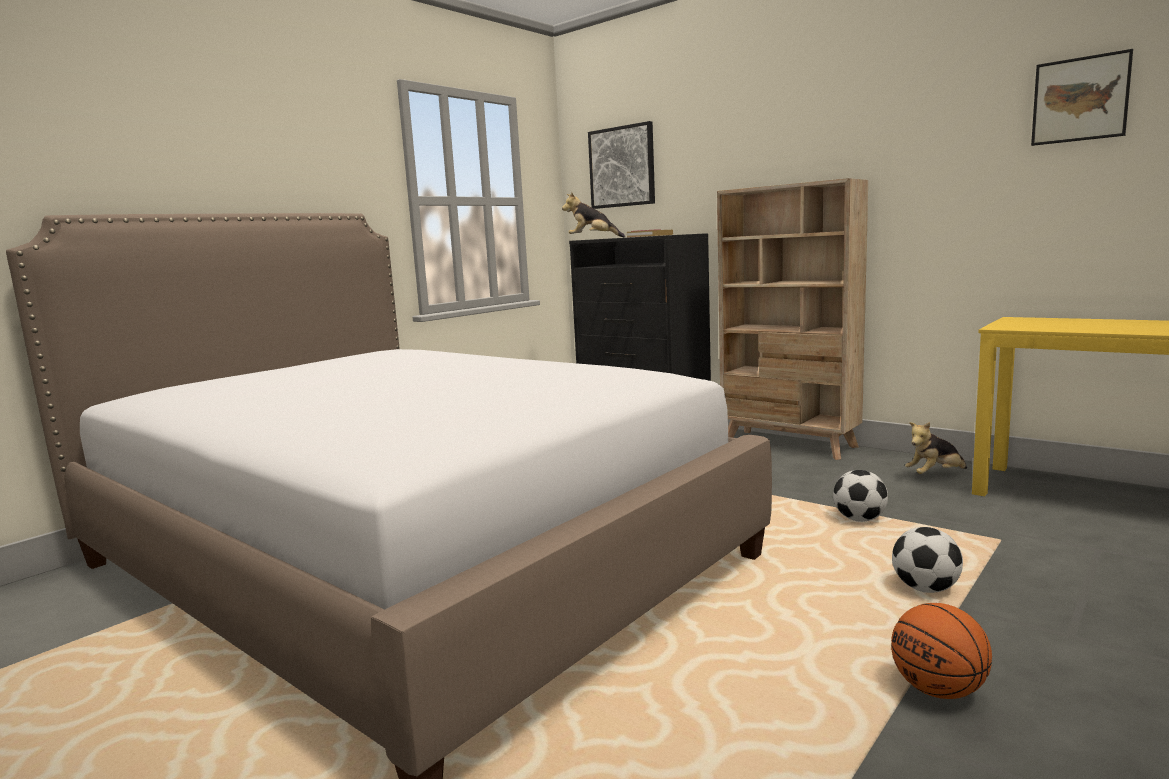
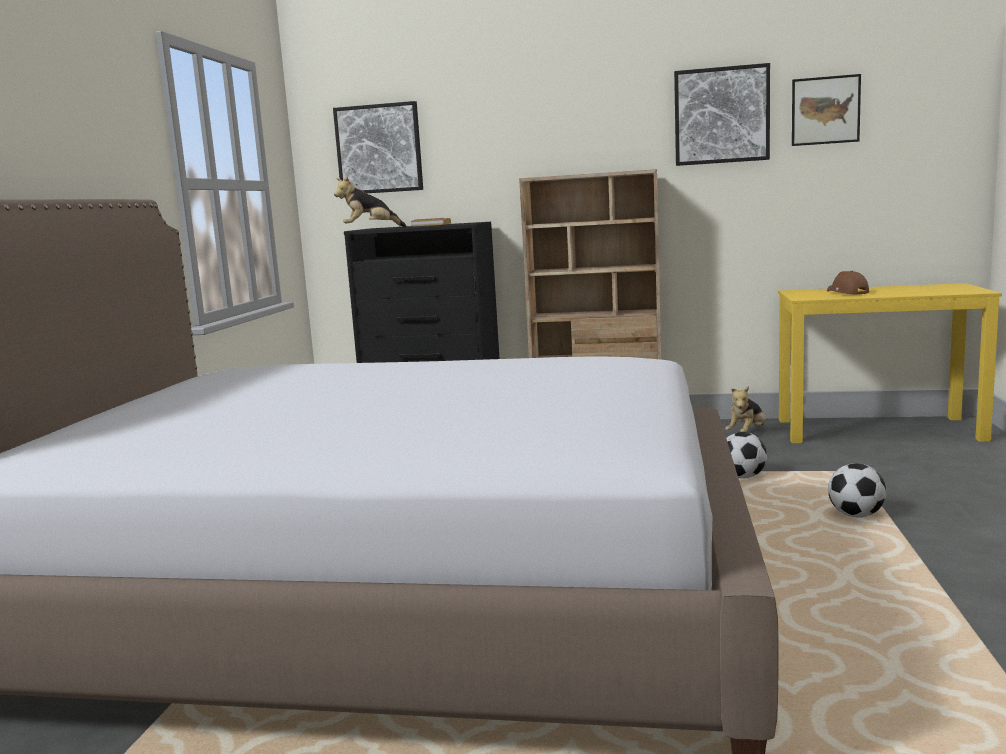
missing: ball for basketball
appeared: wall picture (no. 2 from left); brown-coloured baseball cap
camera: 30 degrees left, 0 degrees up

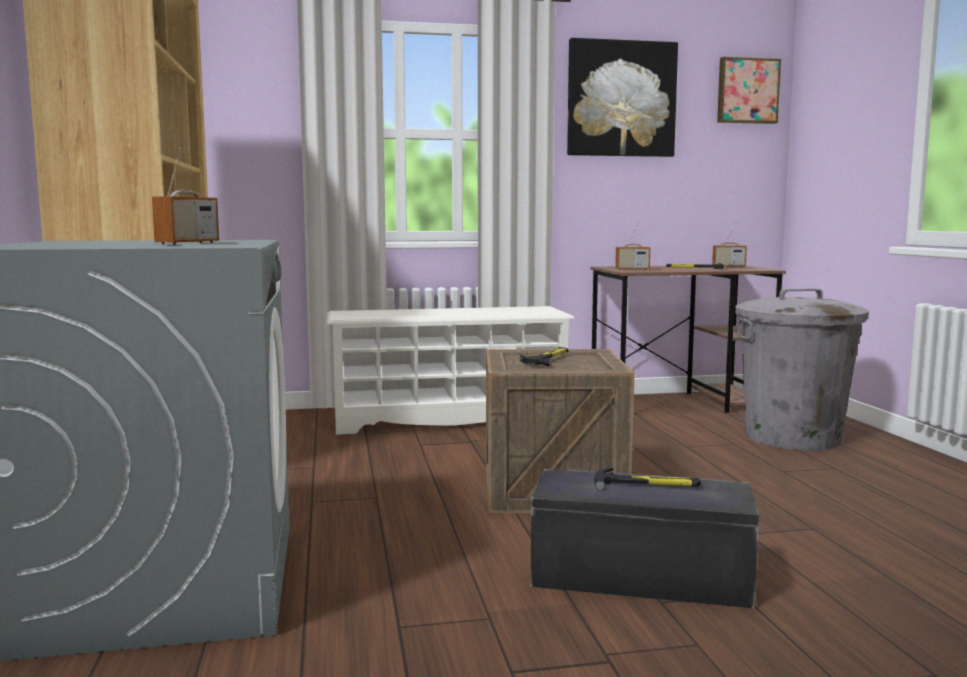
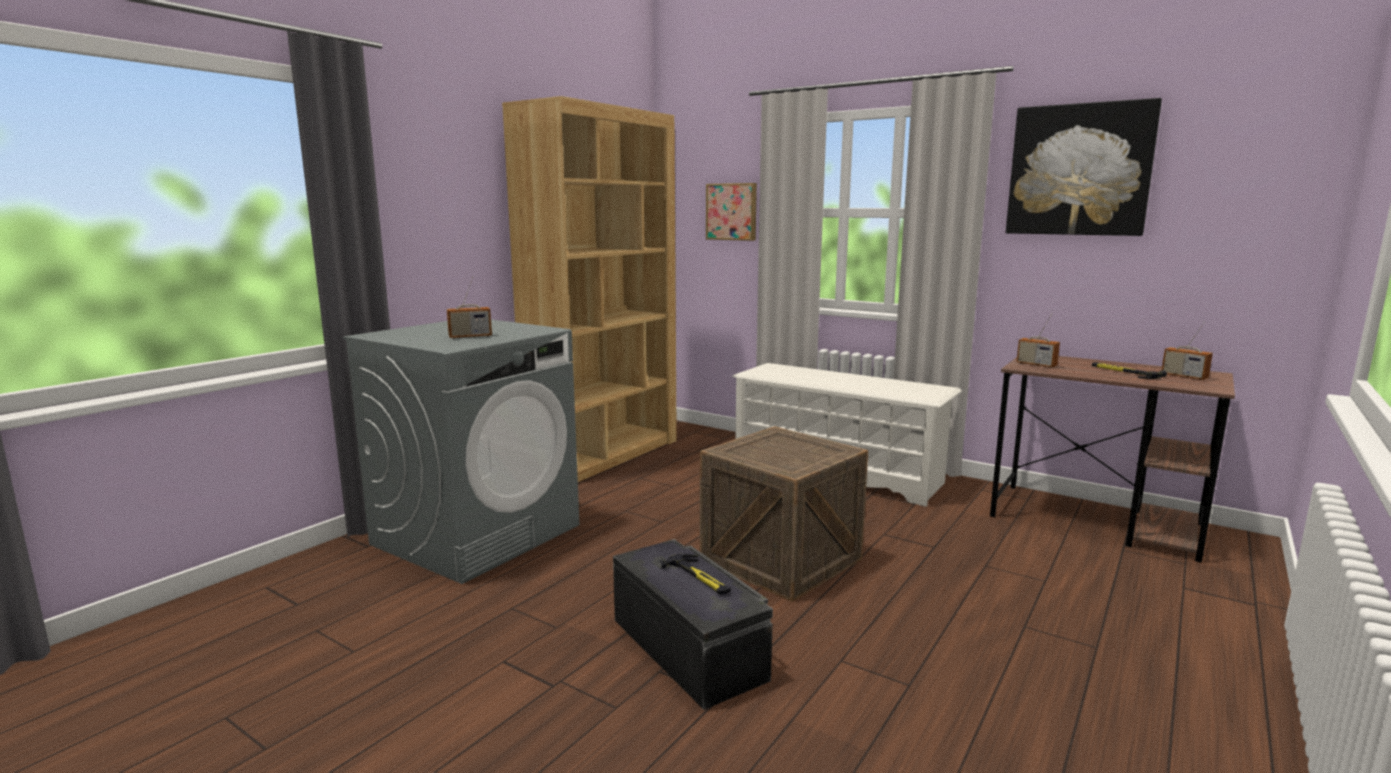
missing: hammer (no. 1 from left); grey waste bin
relocated: wall picture (no. 2 from left in the first image) to wall picture (no. 1 from left)
camera: 45 degrees right, 5 degrees up

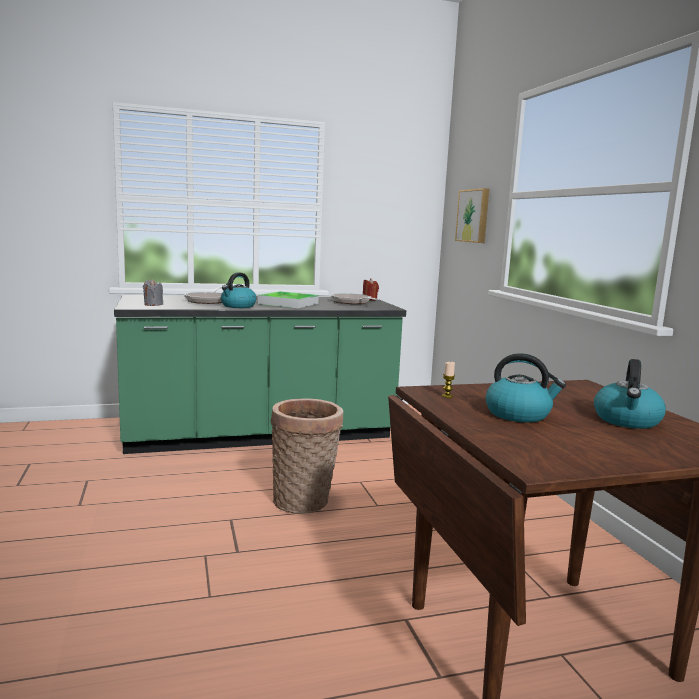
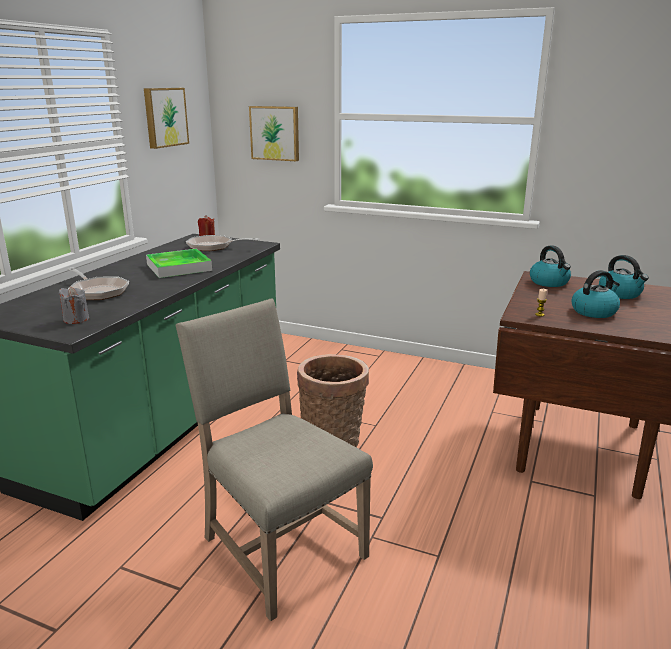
appeared: wall picture (no. 1 from left); beige chair
relocated: kettle (no. 1 from left)
camera: 50 degrees left, 10 degrees up

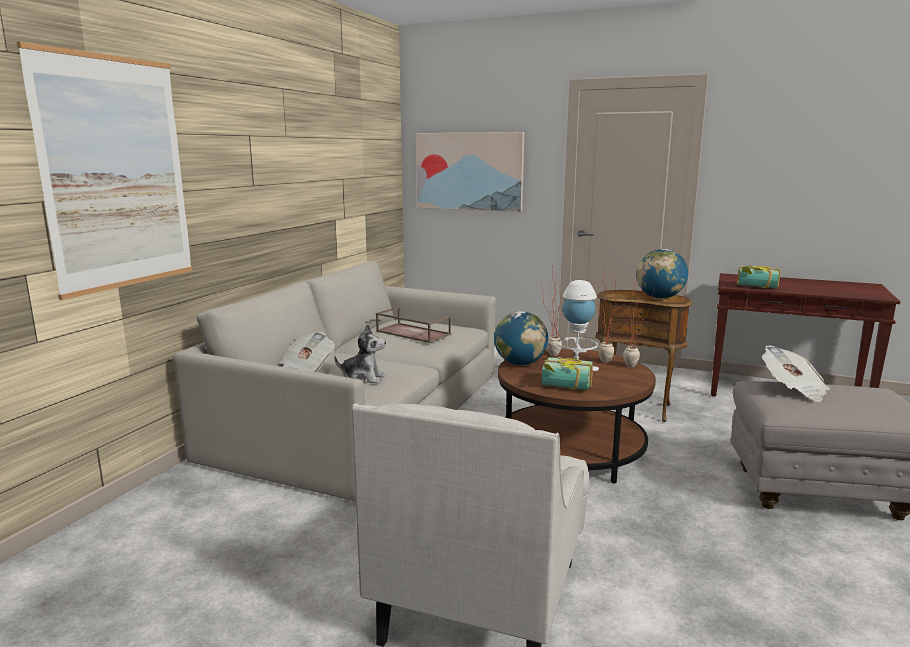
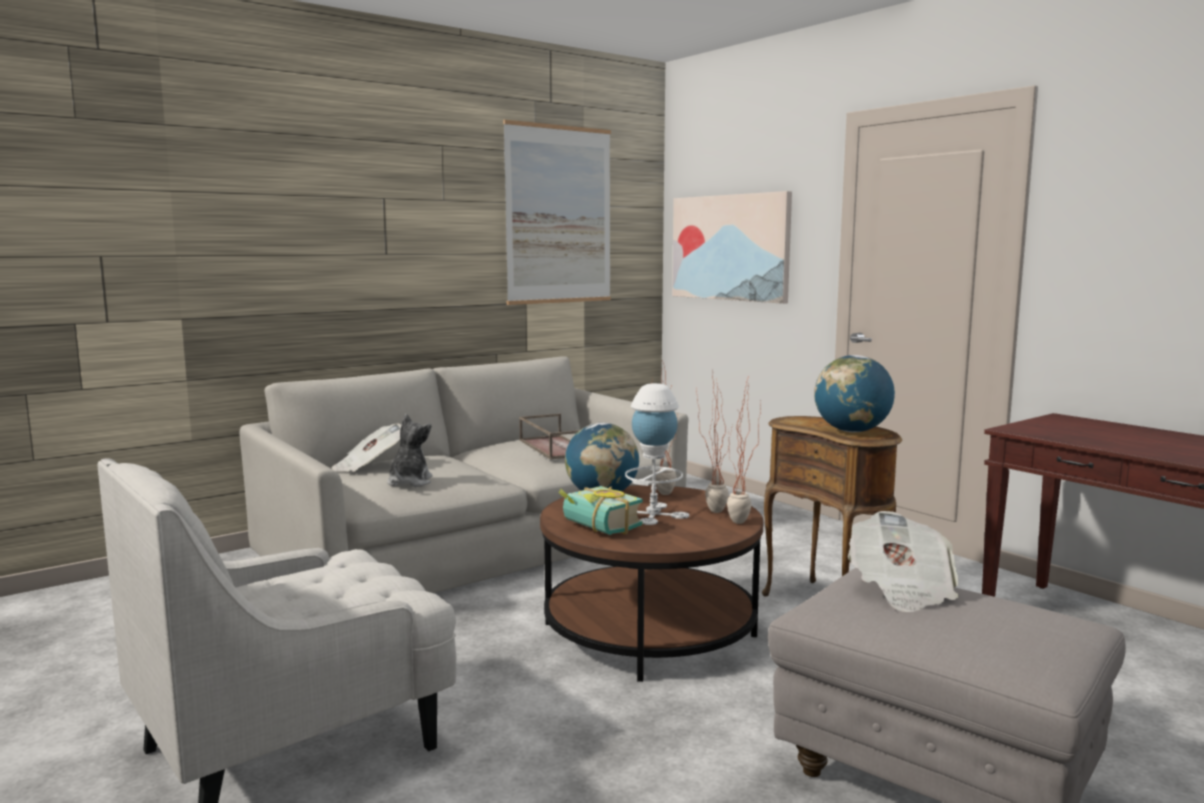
missing: bound book (no. 2 from left)
relocated: wall picture (no. 1 from left)
spun: cuddly toy 120 degrees counterclockwise
camera: 30 degrees right, 5 degrees down

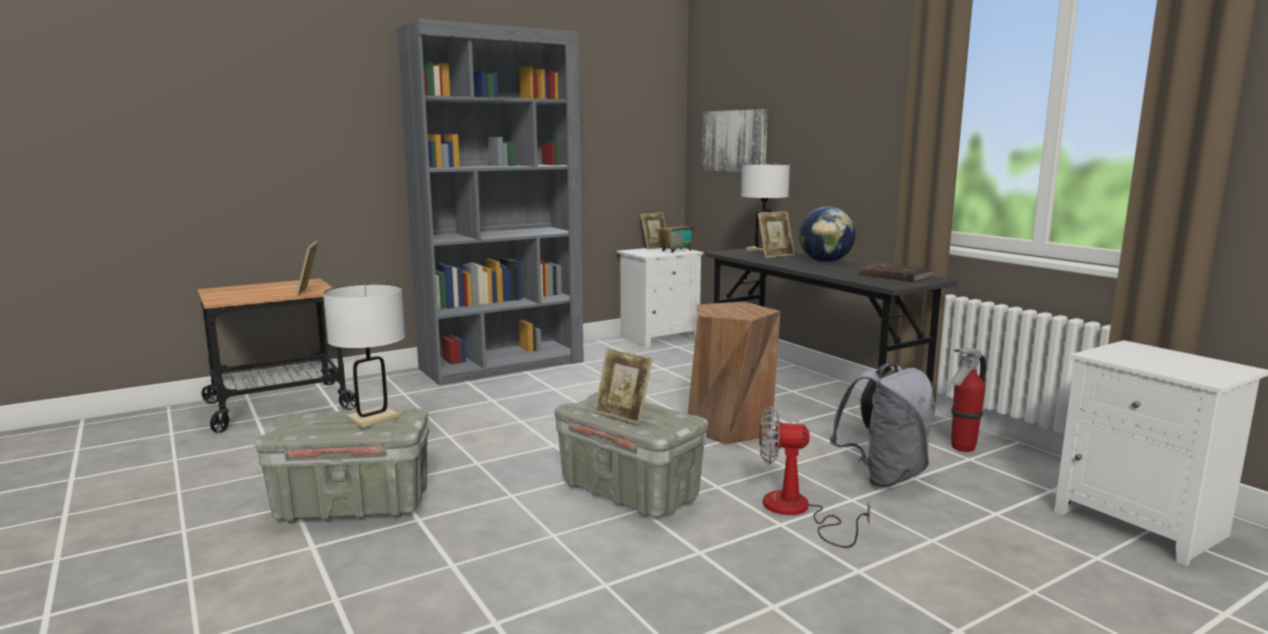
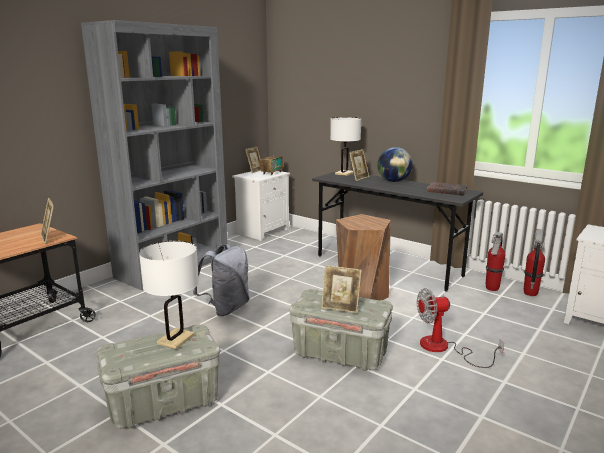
missing: wall picture
appeared: fire extinguisher (no. 2 from left)
relocated: grey rucksack
camera: 20 degrees left, 5 degrees up

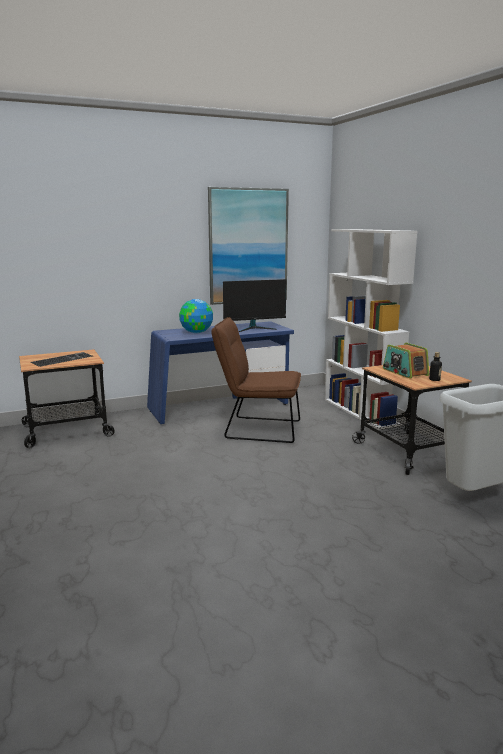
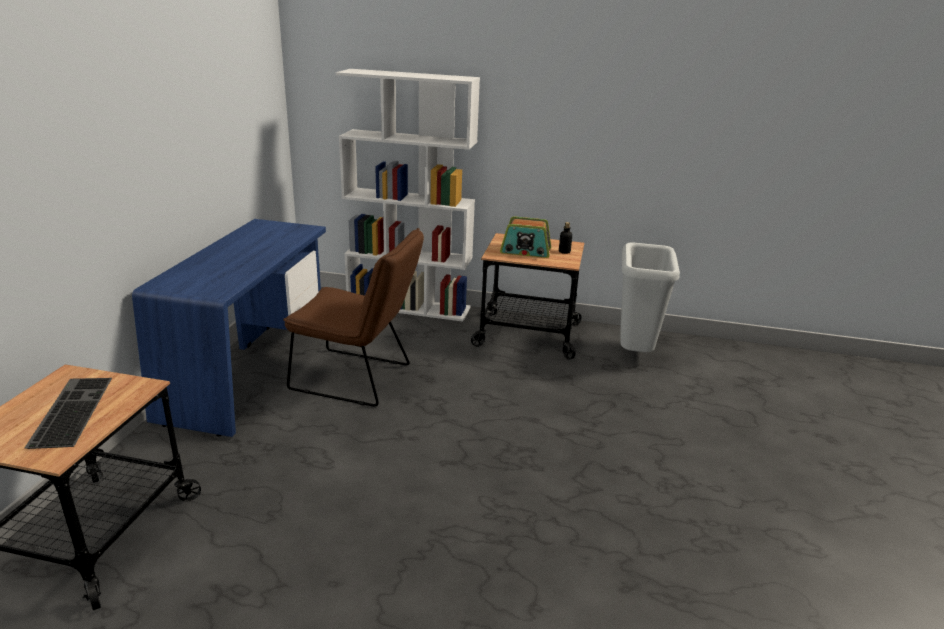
missing: desk globe; wall picture; computer display
spun: brown-coloured chair 120 degrees counterclockwise
camera: 55 degrees left, 10 degrees up

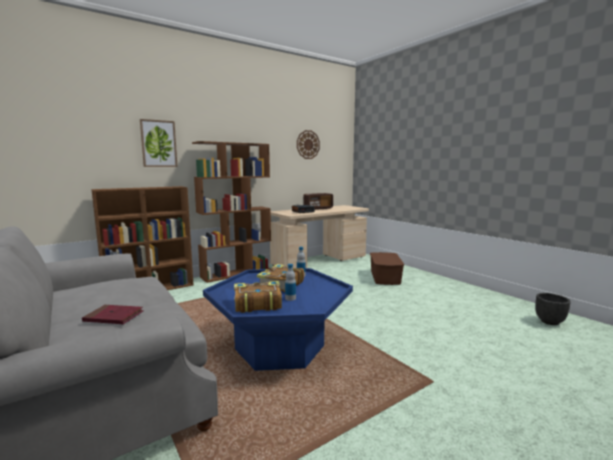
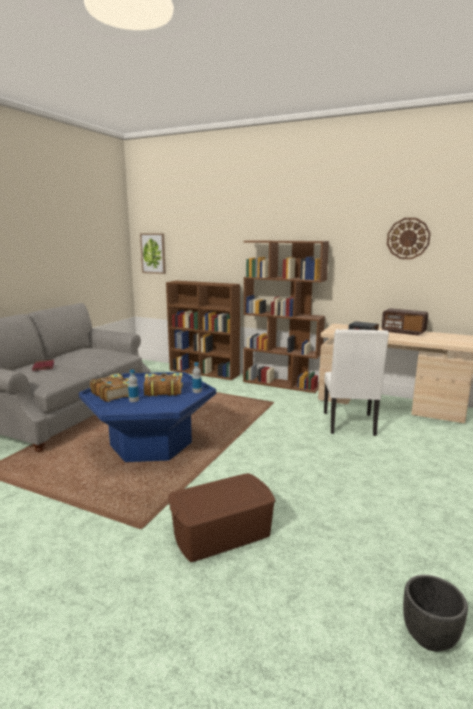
appeared: white-coloured chair
relocated: wall picture; brown-coloured storage box
camera: 60 degrees right, 5 degrees up

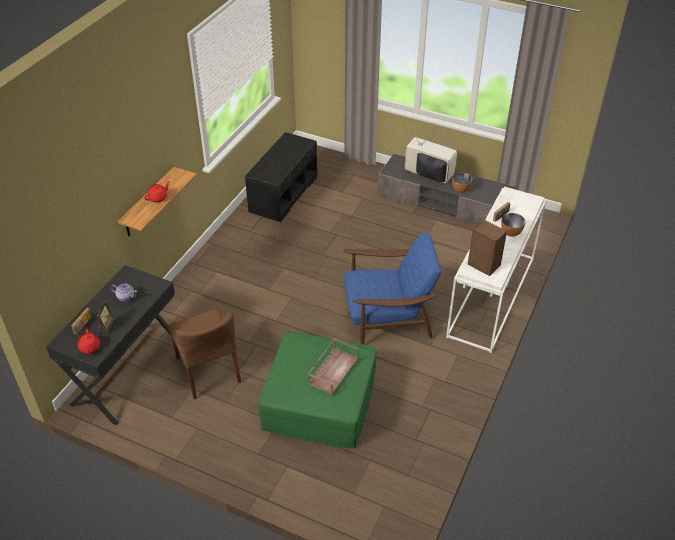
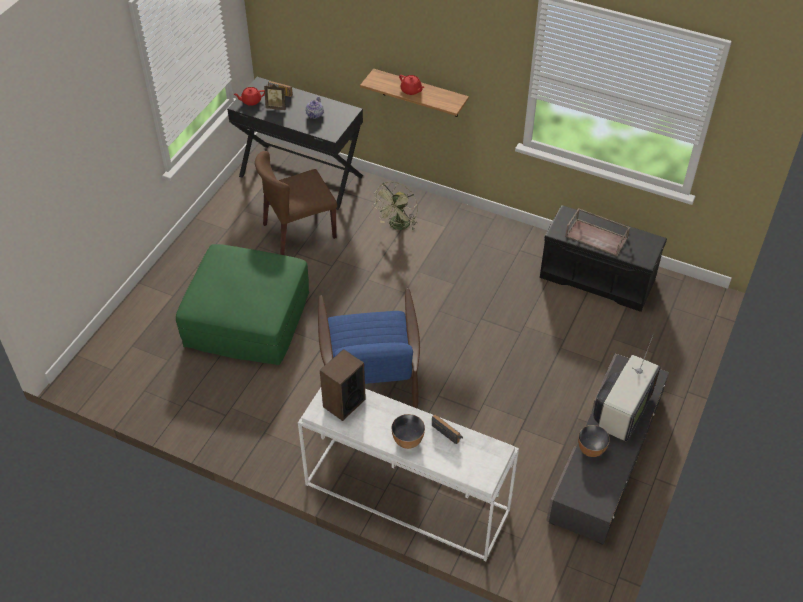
appeared: green cooling fan
relocated: brown-coloured carrying tray
camera: 90 degrees right, 5 degrees up

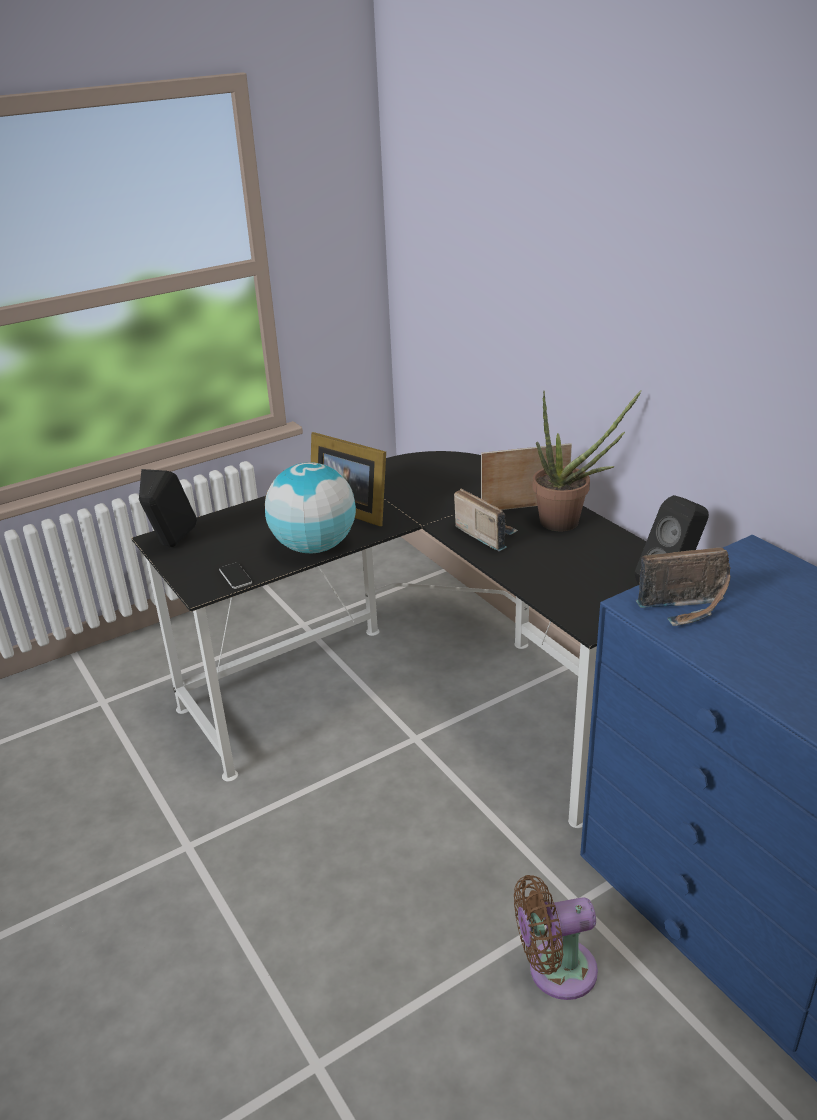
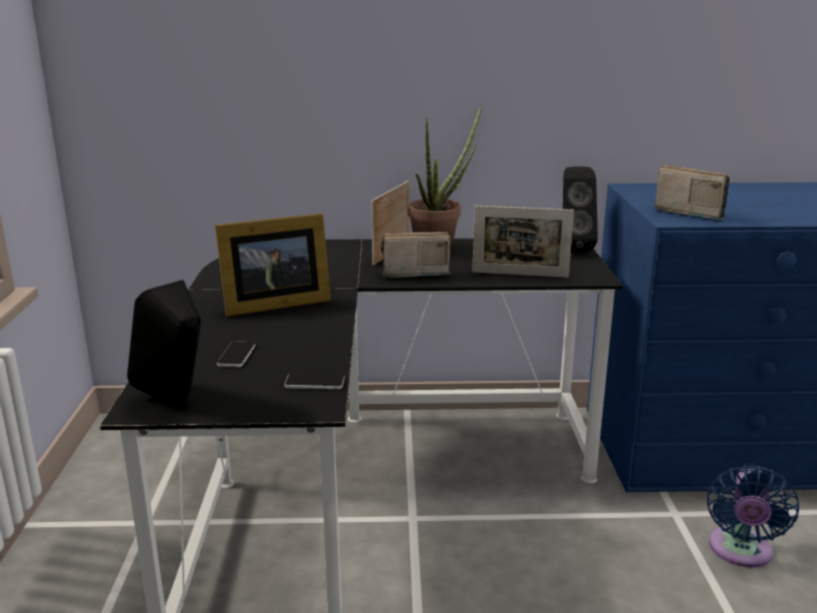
missing: desk globe
appeared: handset (no. 1 from left); photo frame (no. 3 from left)
colour: brown-coloured cooling fan to blue cooling fan
spun: radio (no. 2 from left) 75 degrees counterclockwise
camera: 60 degrees left, 10 degrees down

